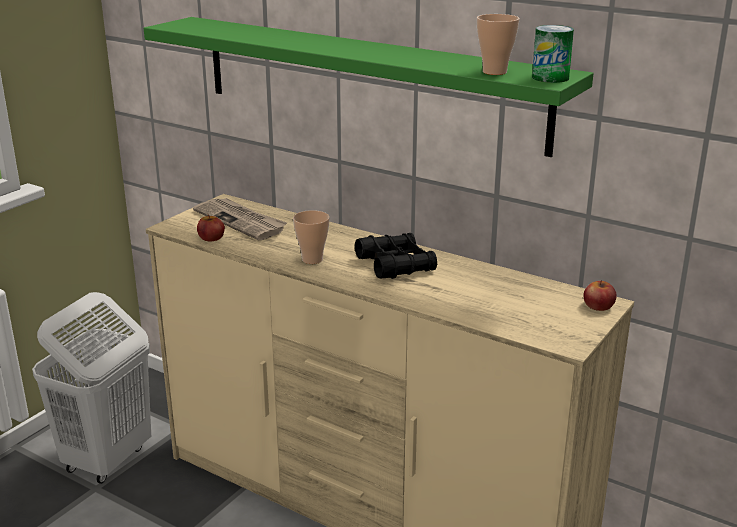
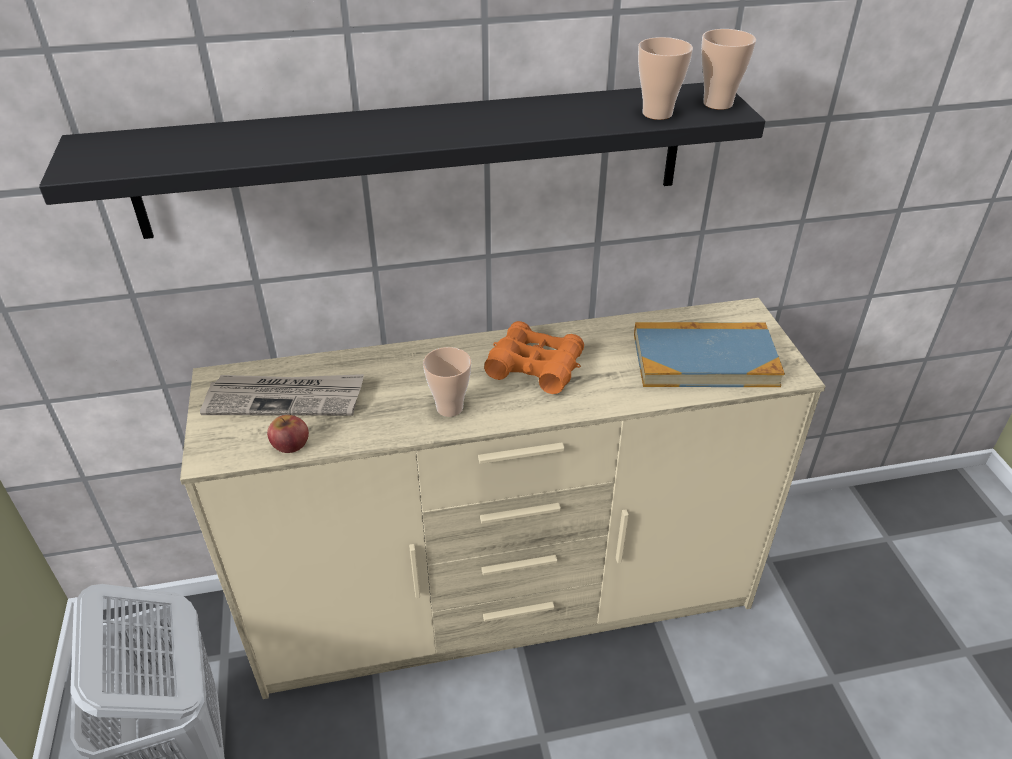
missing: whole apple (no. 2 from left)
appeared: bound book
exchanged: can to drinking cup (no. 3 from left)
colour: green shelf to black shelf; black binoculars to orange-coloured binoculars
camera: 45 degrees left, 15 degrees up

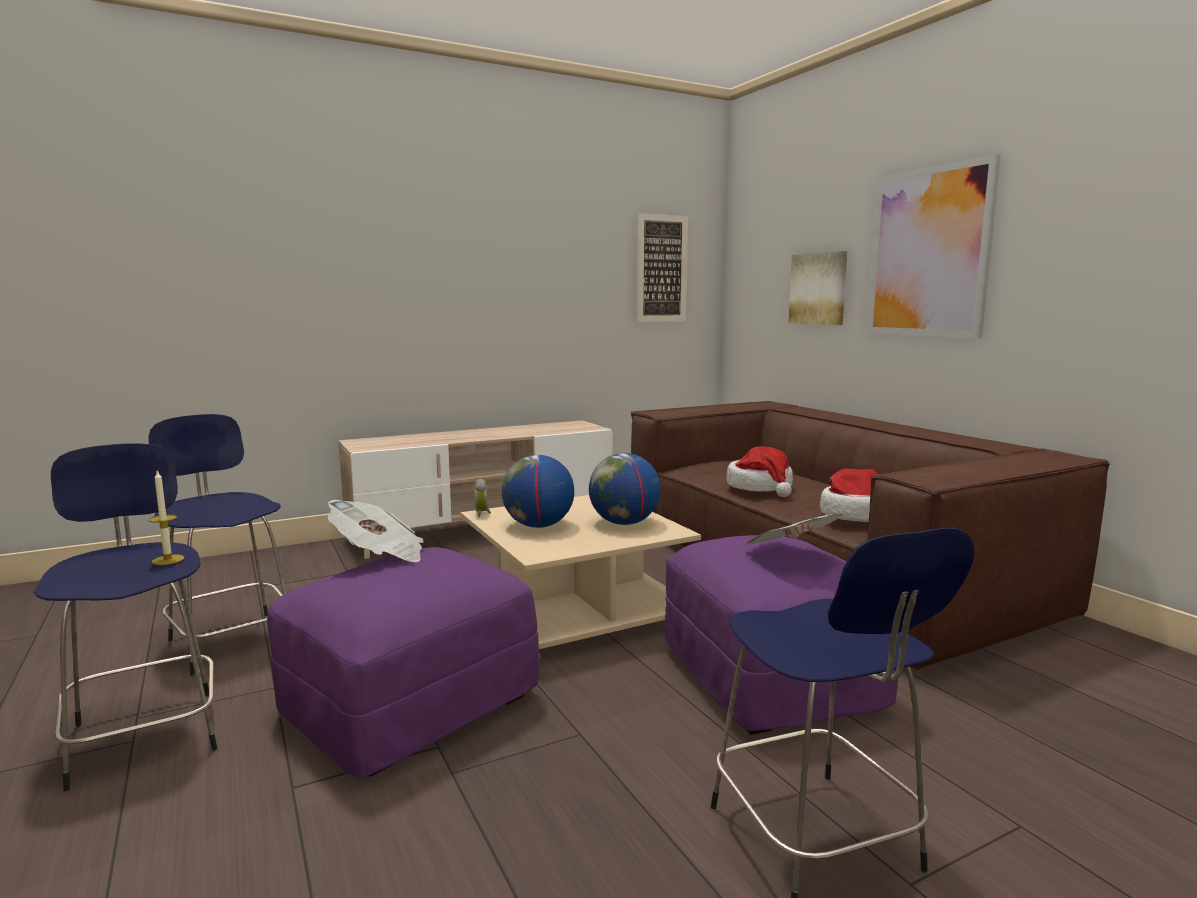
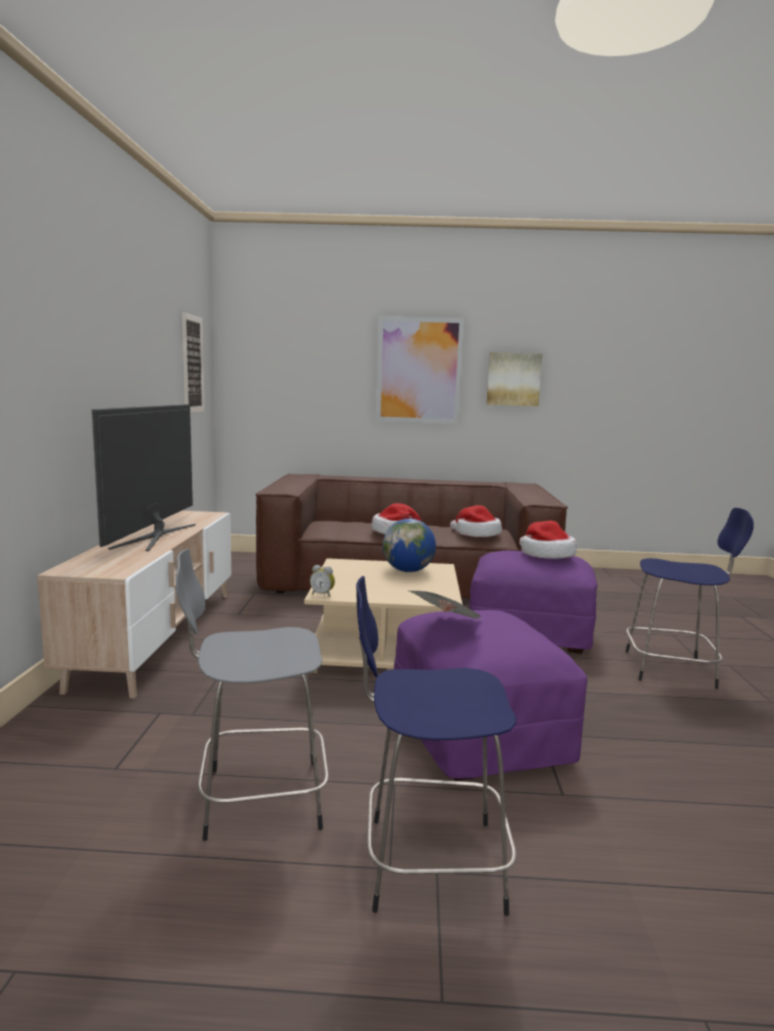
missing: wax light; desk globe (no. 1 from left)
appeared: TV
relocated: wall picture (no. 2 from left in the first image) to wall picture (no. 3 from left)
exchanged: newspaper (no. 2 from left) to wearable hat (no. 3 from left)
colour: blue sitting stool (no. 2 from left) to grey sitting stool
camera: 60 degrees left, 0 degrees up

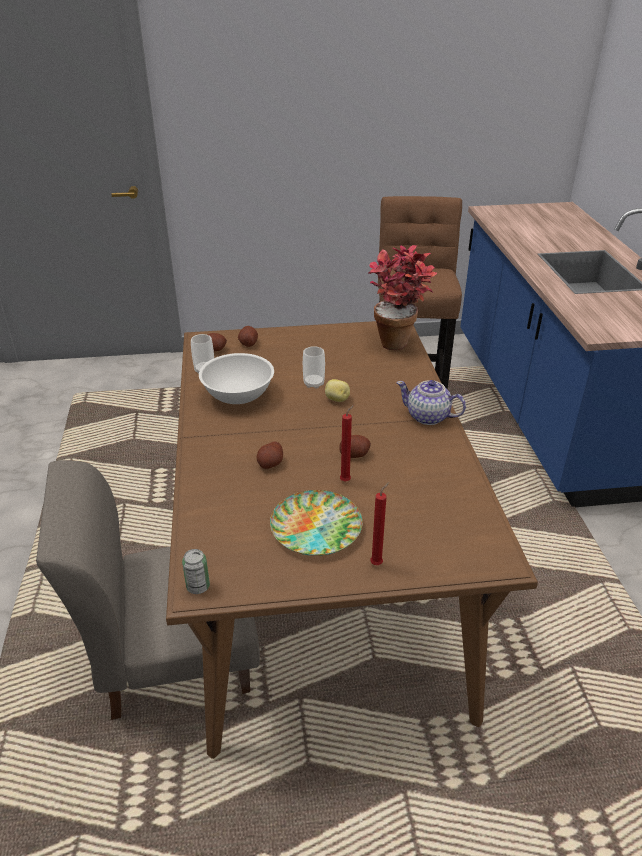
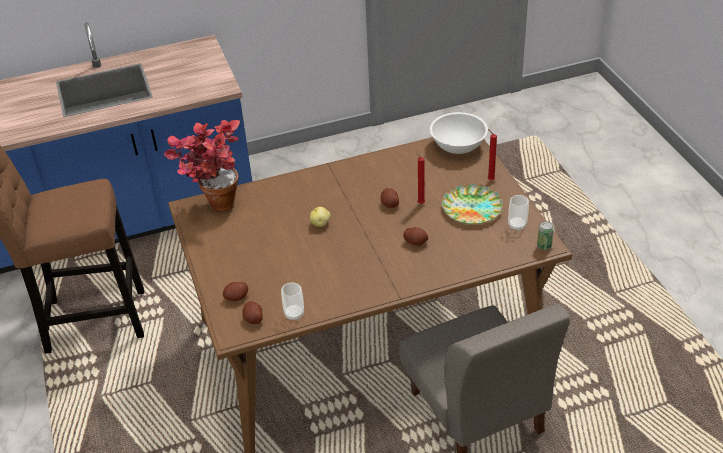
missing: pot for tea
relocated: white-coloured serving bowl; drinking cup (no. 2 from left)
camera: 100 degrees left, 5 degrees up

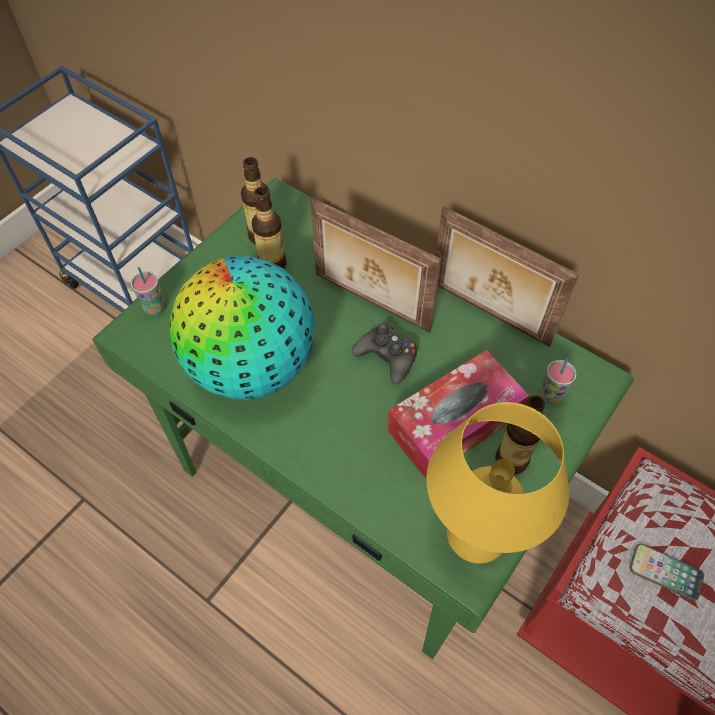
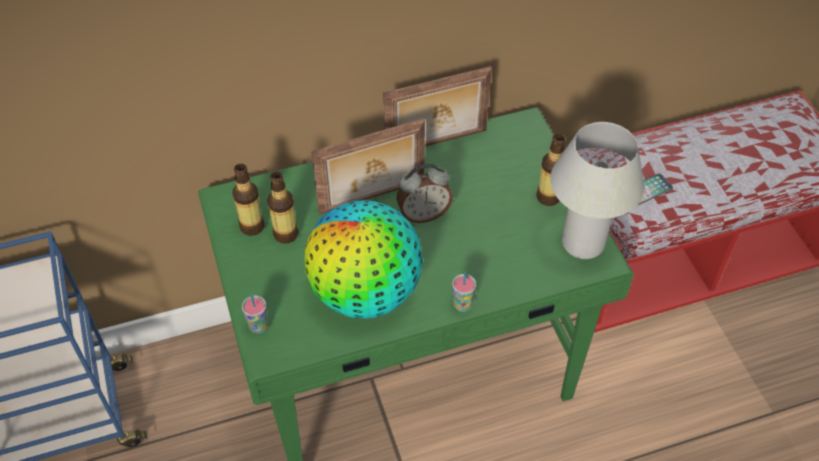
missing: box of tissues
relocated: drinking cup (no. 2 from left)
exchanged: black game controller to alarm clock
colour: yellowish lamp for a table to white-coloured lamp for a table
camera: 55 degrees left, 5 degrees down

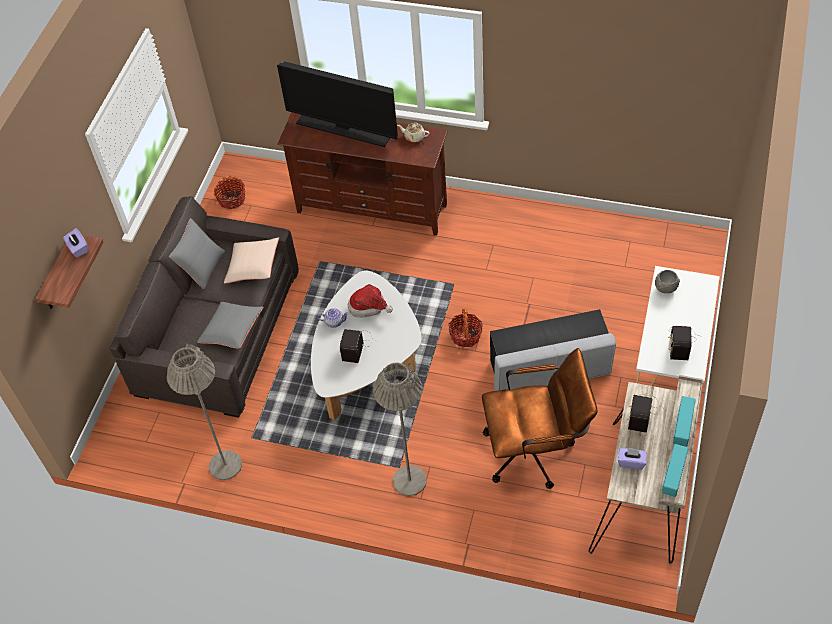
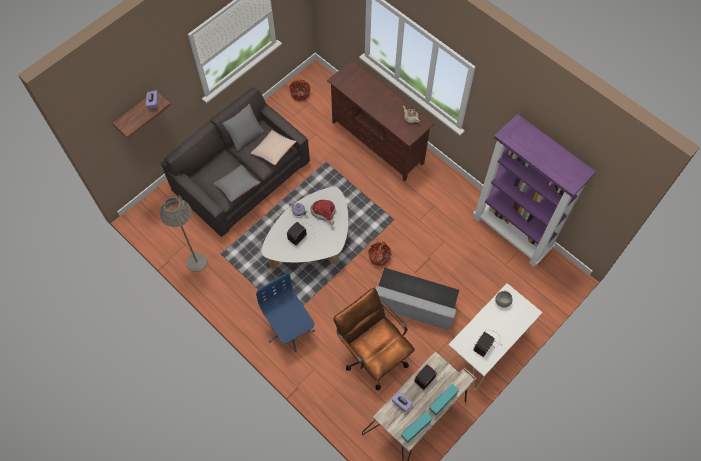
missing: TV
appeared: purplish bookcase
exchanged: grey standard lamp (no. 2 from left) to blue computer chair
spun: brown-coloured computer chair 150 degrees counterclockwise
camera: 25 degrees right, 10 degrees up

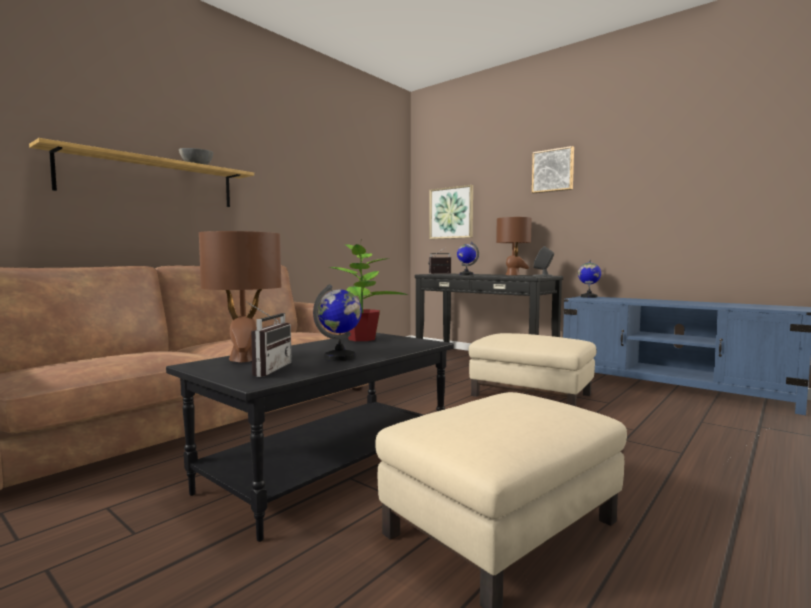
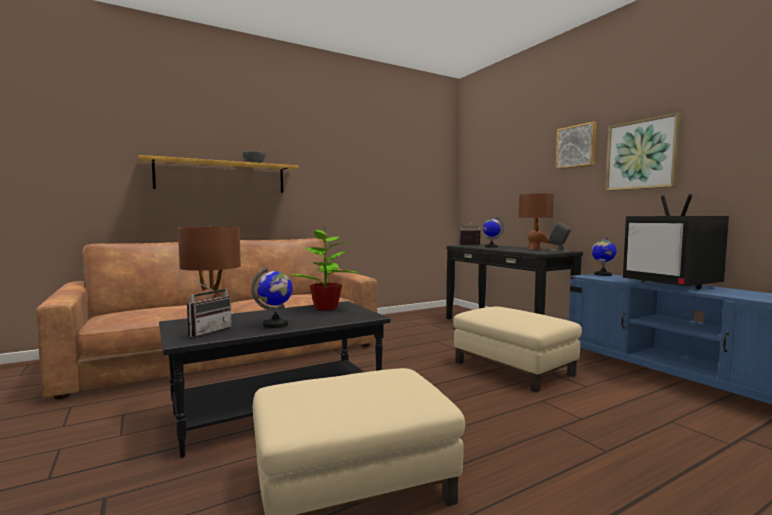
appeared: TV
relocated: wall picture (no. 1 from left in the first image) to wall picture (no. 2 from left)
camera: 20 degrees right, 0 degrees up

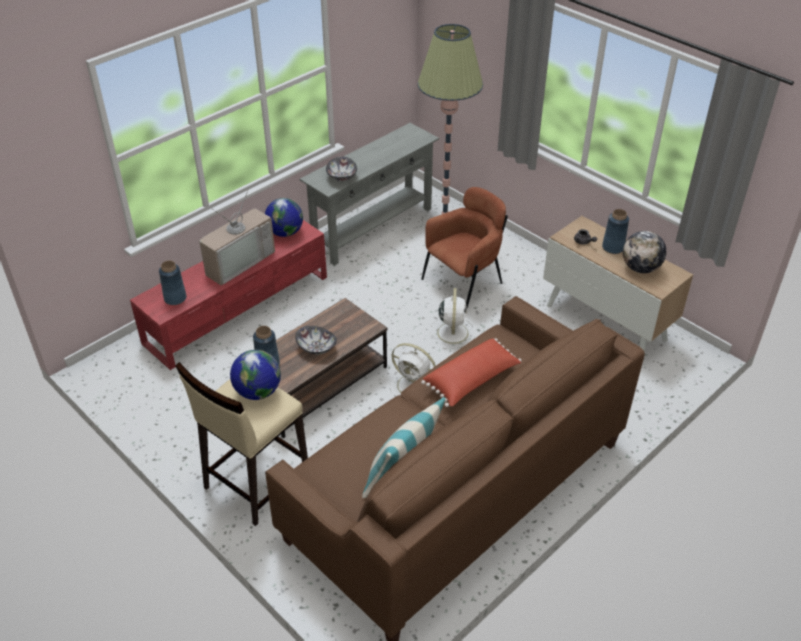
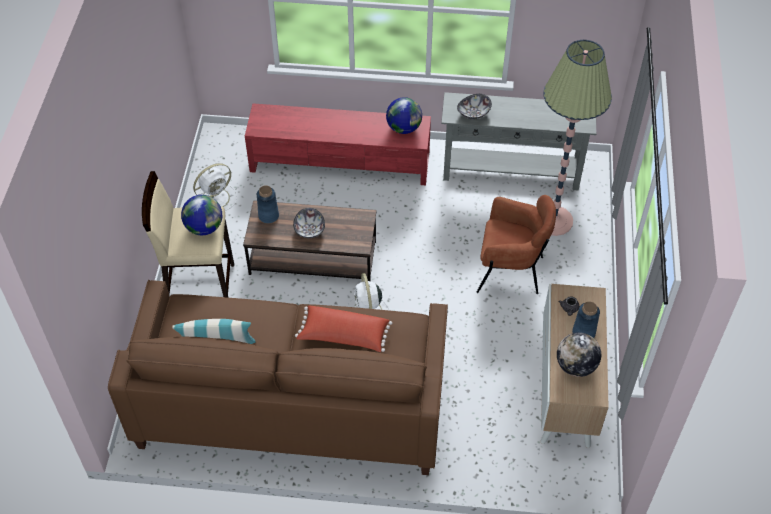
missing: blue flower vase (no. 1 from left); TV
relocated: white-coloured cooling fan (no. 2 from left in the first image) to white-coloured cooling fan (no. 1 from left)
camera: 50 degrees right, 10 degrees up

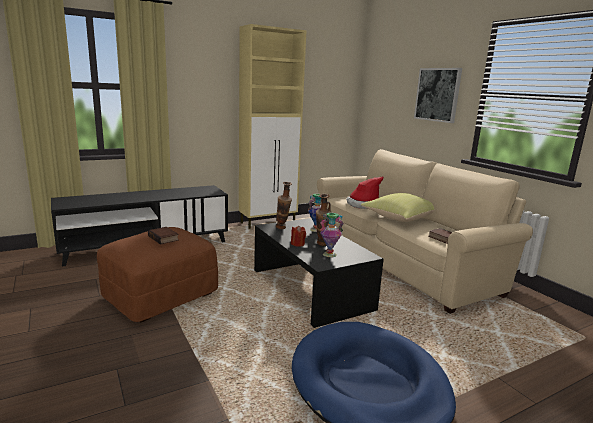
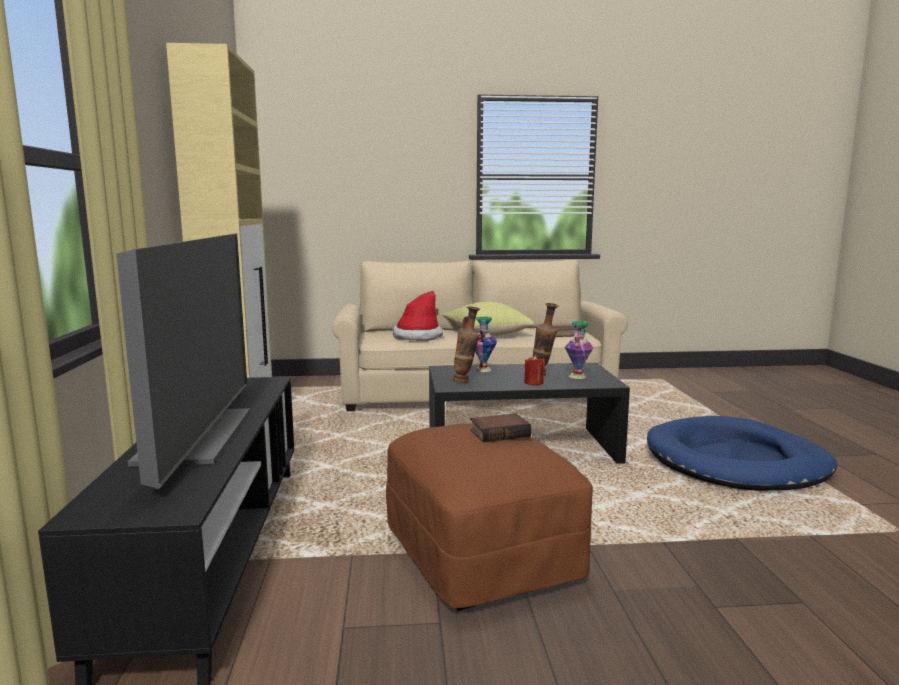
missing: wall picture
appeared: TV
camera: 65 degrees left, 5 degrees down

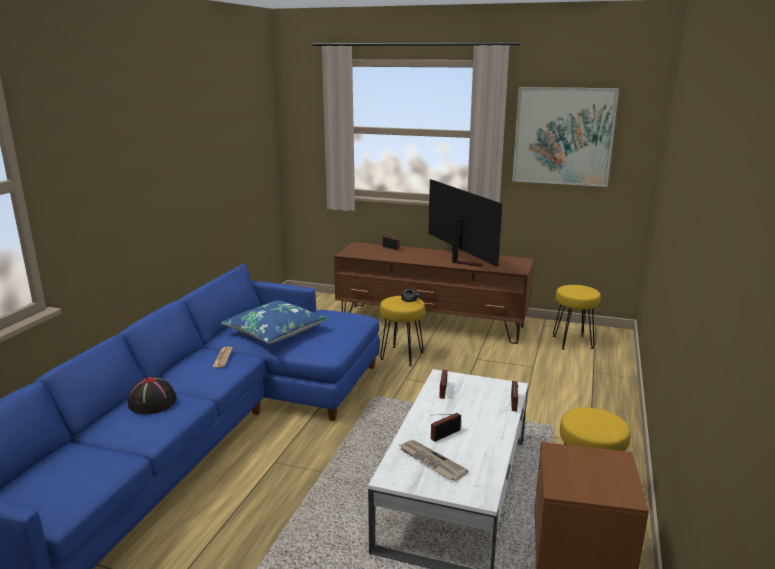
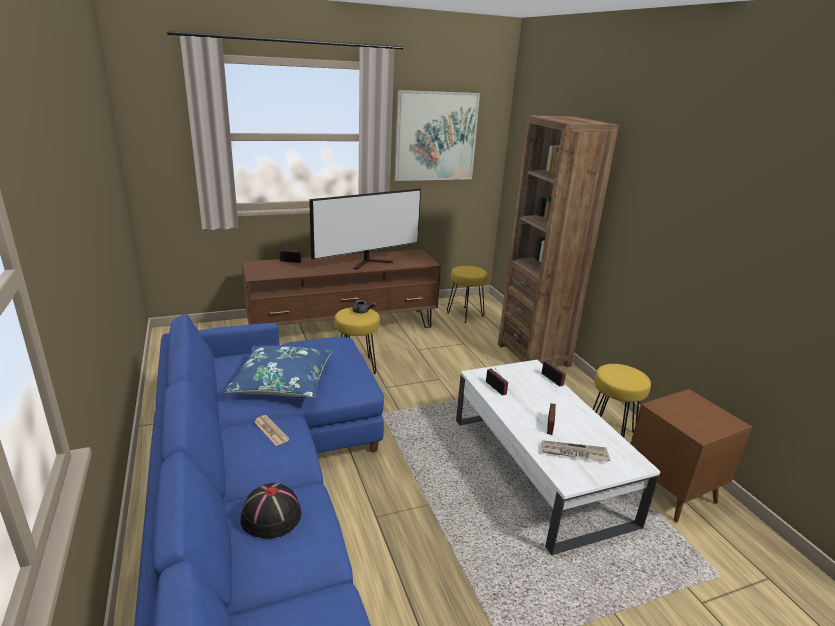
appeared: brown-coloured bookcase
spun: TV 120 degrees clockwise
camera: 40 degrees left, 5 degrees up

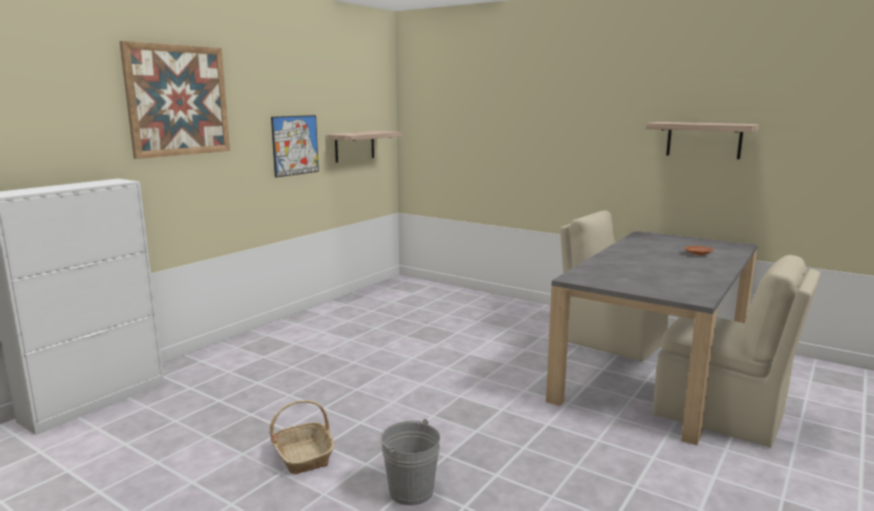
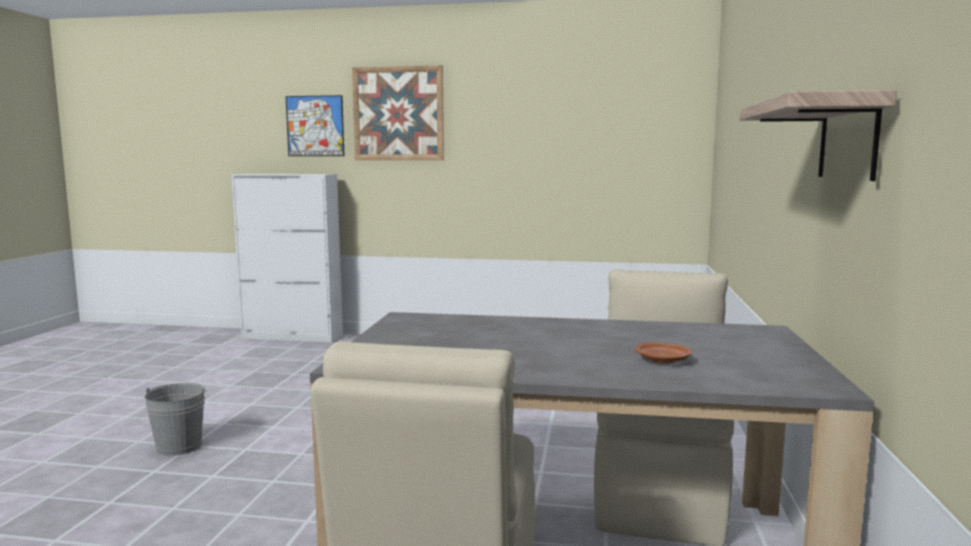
missing: basket; shelf (no. 1 from left)
relocated: wall picture (no. 2 from left in the first image) to wall picture (no. 1 from left)
camera: 65 degrees right, 5 degrees down

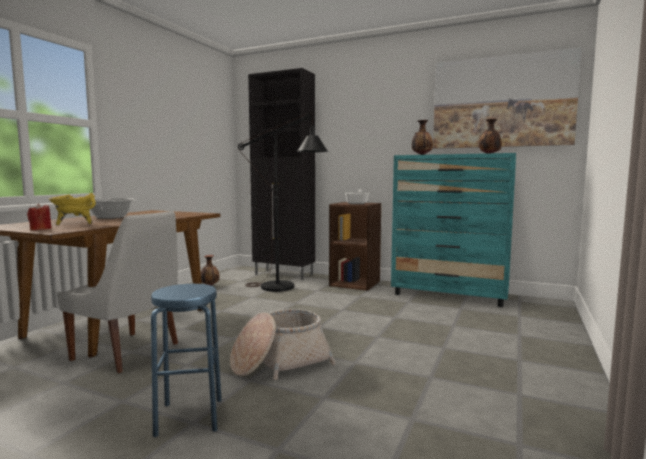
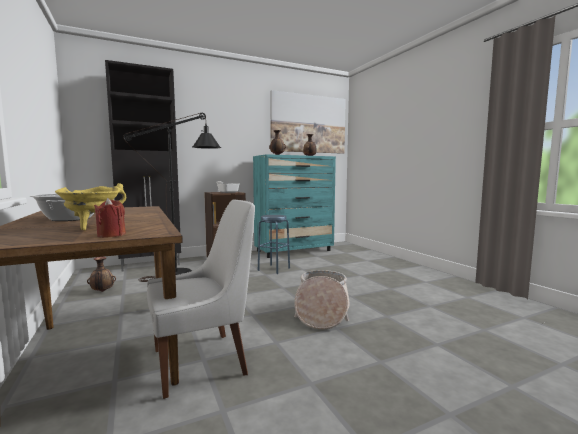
relocated: blue sitting stool
camera: 50 degrees left, 0 degrees up

